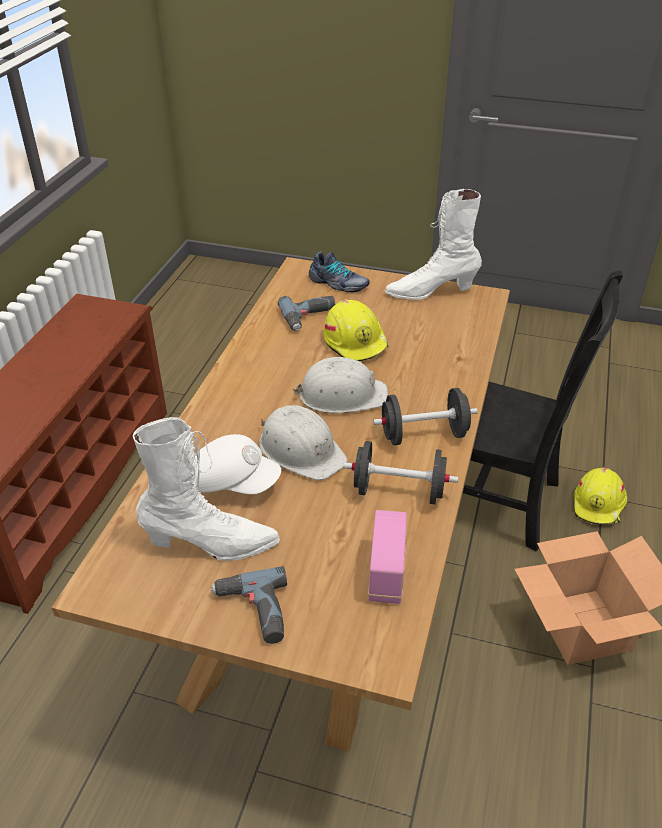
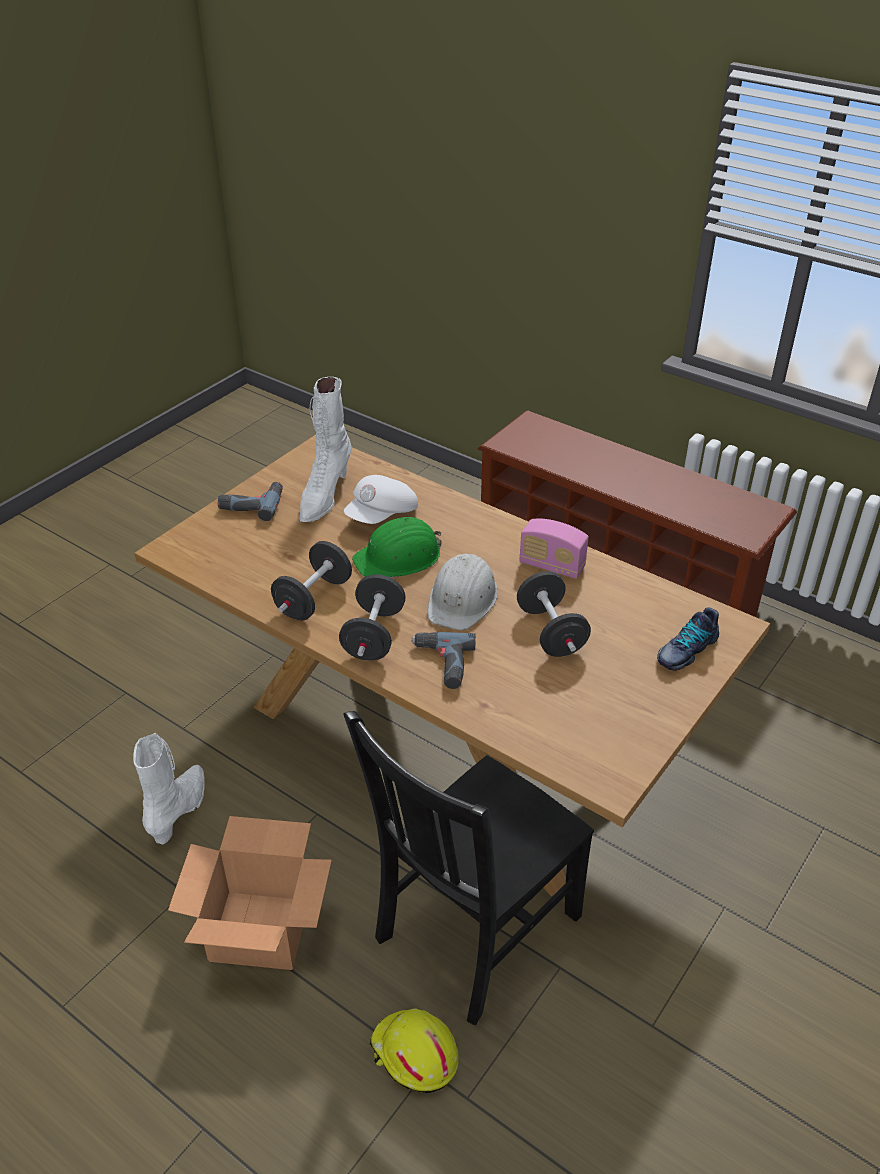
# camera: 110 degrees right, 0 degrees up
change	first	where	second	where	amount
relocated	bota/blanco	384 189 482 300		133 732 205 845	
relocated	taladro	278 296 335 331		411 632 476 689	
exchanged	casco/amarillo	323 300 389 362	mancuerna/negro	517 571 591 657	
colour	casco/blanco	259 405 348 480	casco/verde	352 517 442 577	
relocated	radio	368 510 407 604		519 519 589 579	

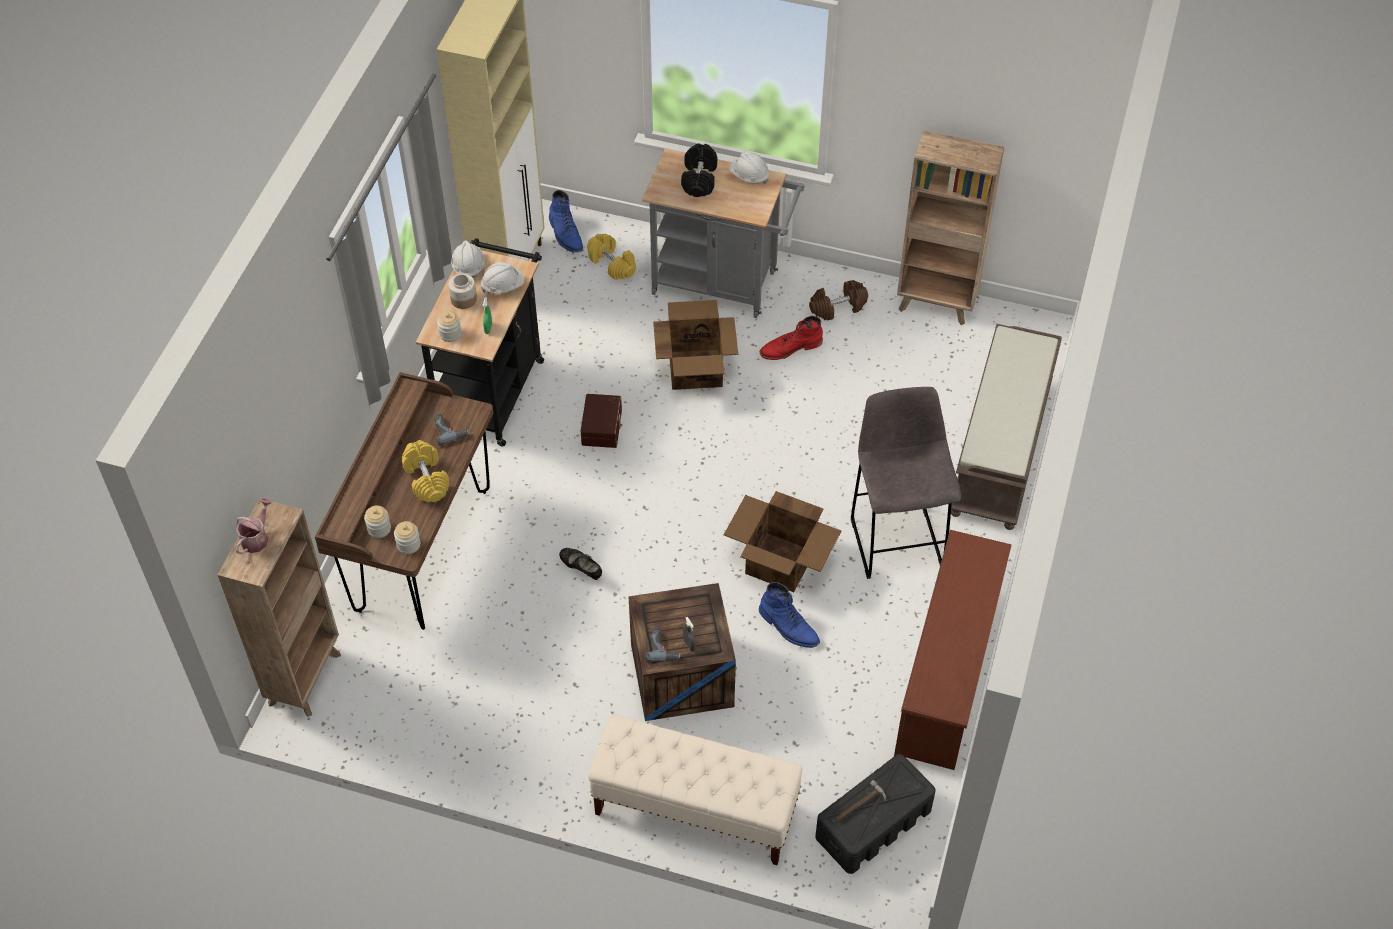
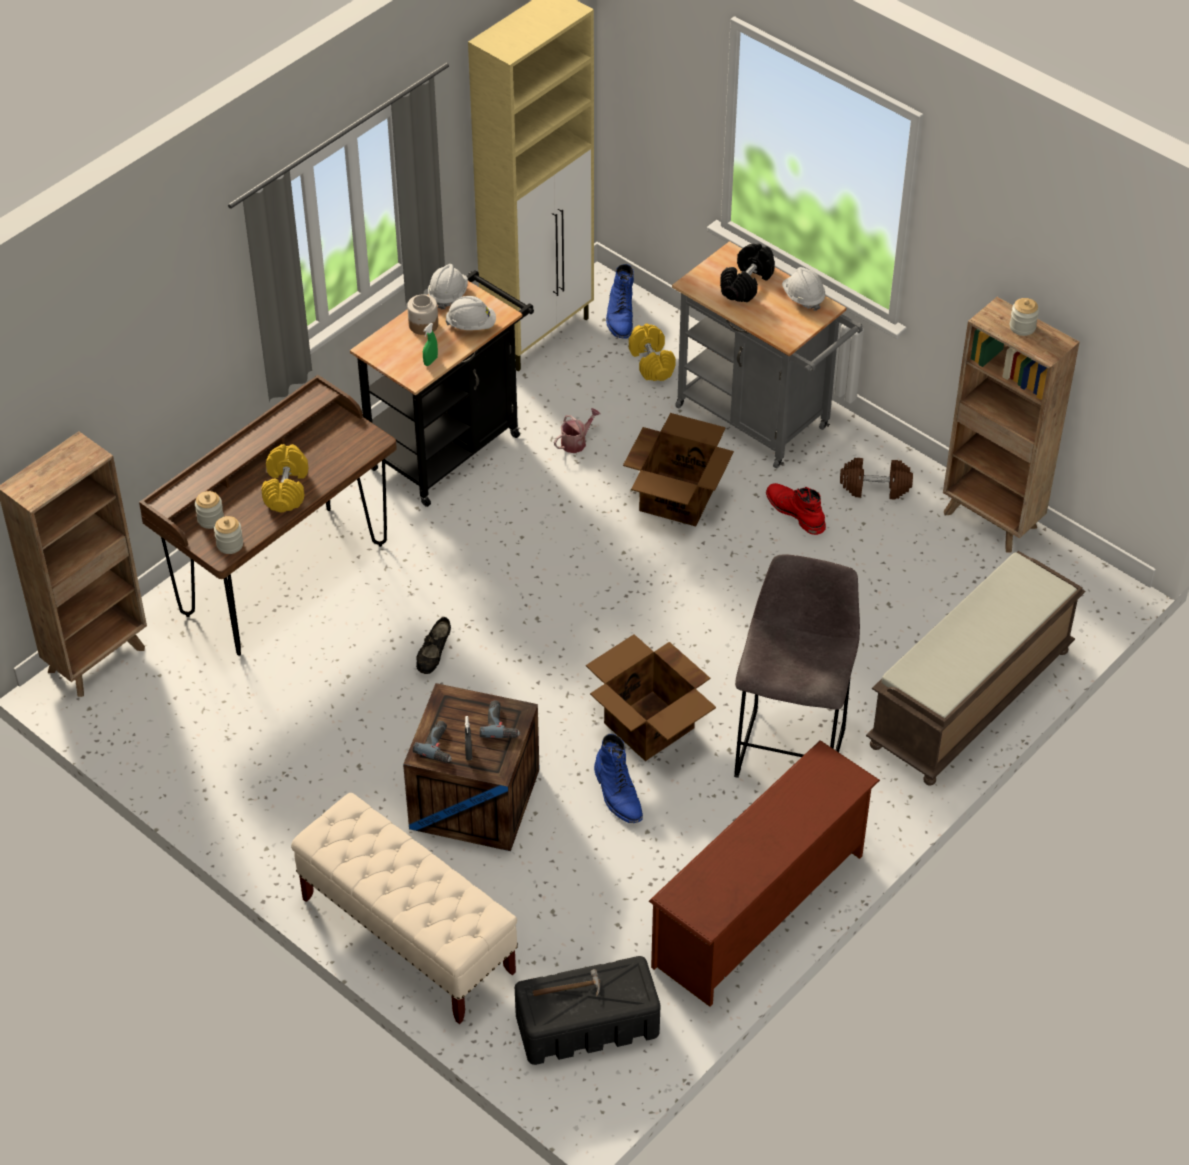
# camera: 25 degrees right, 5 degrees down
change	first	where	second	where	amount
relocated	tarro	437 311 461 342		1010 298 1039 336	
spun	bota/rojo	760 316 823 360		766 483 826 535	45 degrees clockwise
missing	caja de almacenaje/marrón	581 394 622 448			
relocated	taladro	434 414 469 446		480 701 520 738	
relocated	regadera	236 499 272 554		554 408 601 453	
spun	zapato/negro	559 548 602 580		416 617 451 674	135 degrees counterclockwise

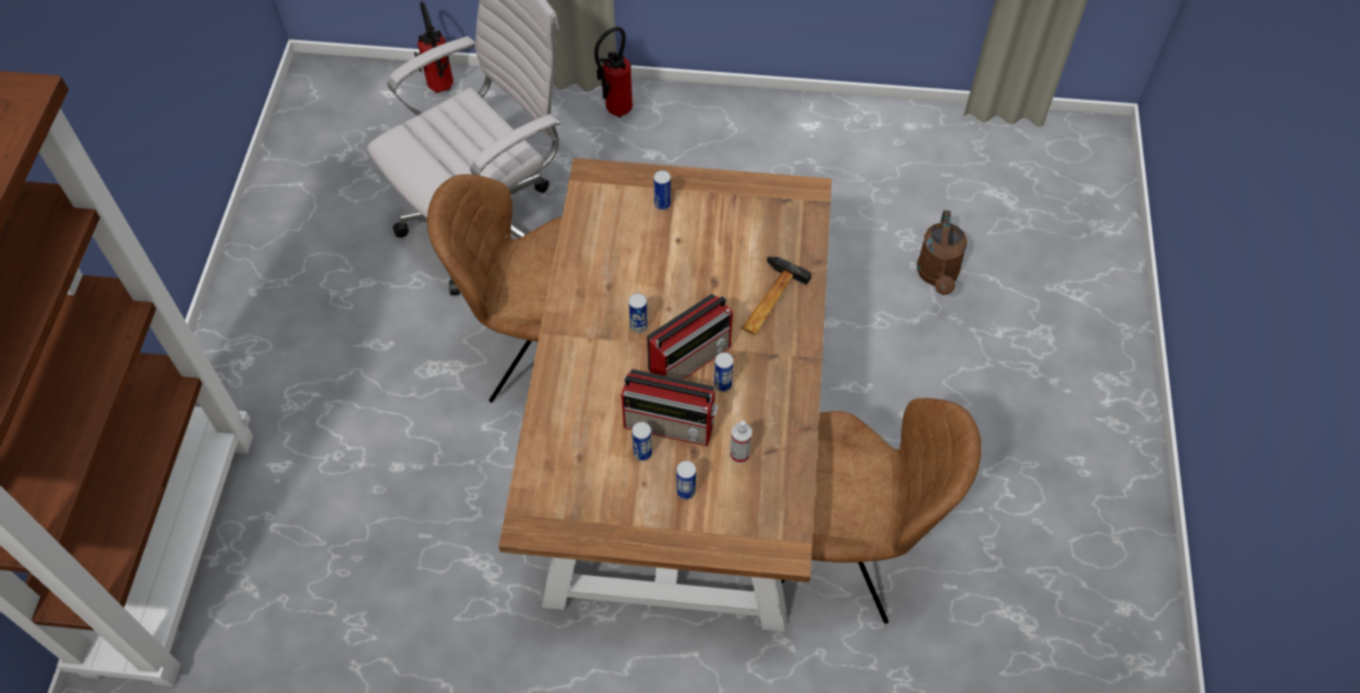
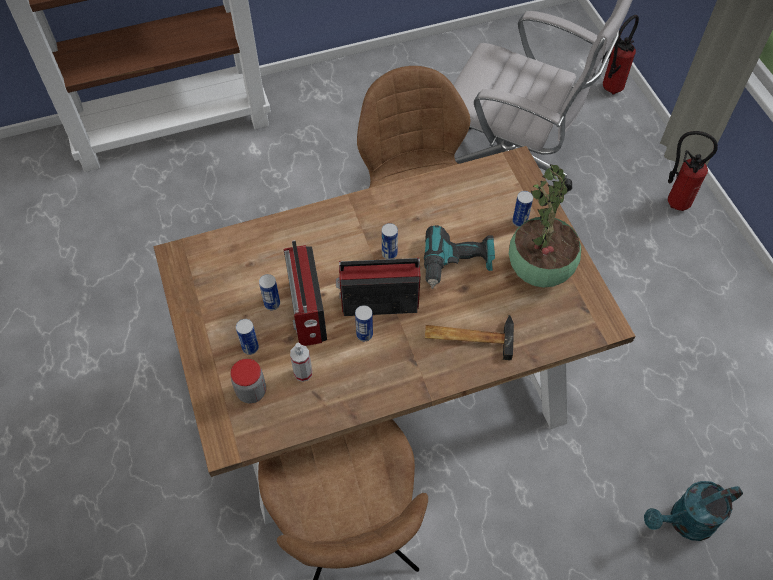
# camera: 65 degrees right, 0 degrees up
change	first	where	second	where	amount
colour	regadera/marrón	917 210 967 295	regadera/turquesa	644 481 743 541	
spun	radio	647 294 733 380		336 258 421 316	150 degrees clockwise
appeared			planta en maceta	509 164 581 288	
appeared			taladro	424 225 495 289	
appeared			tarro	230 359 266 404	

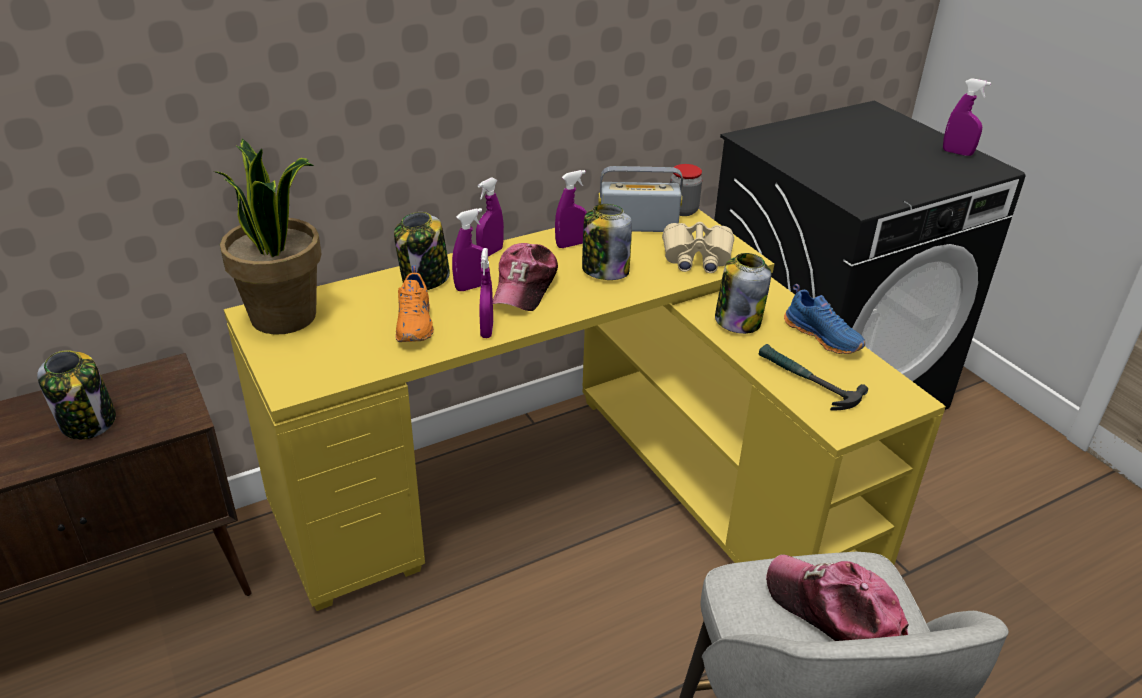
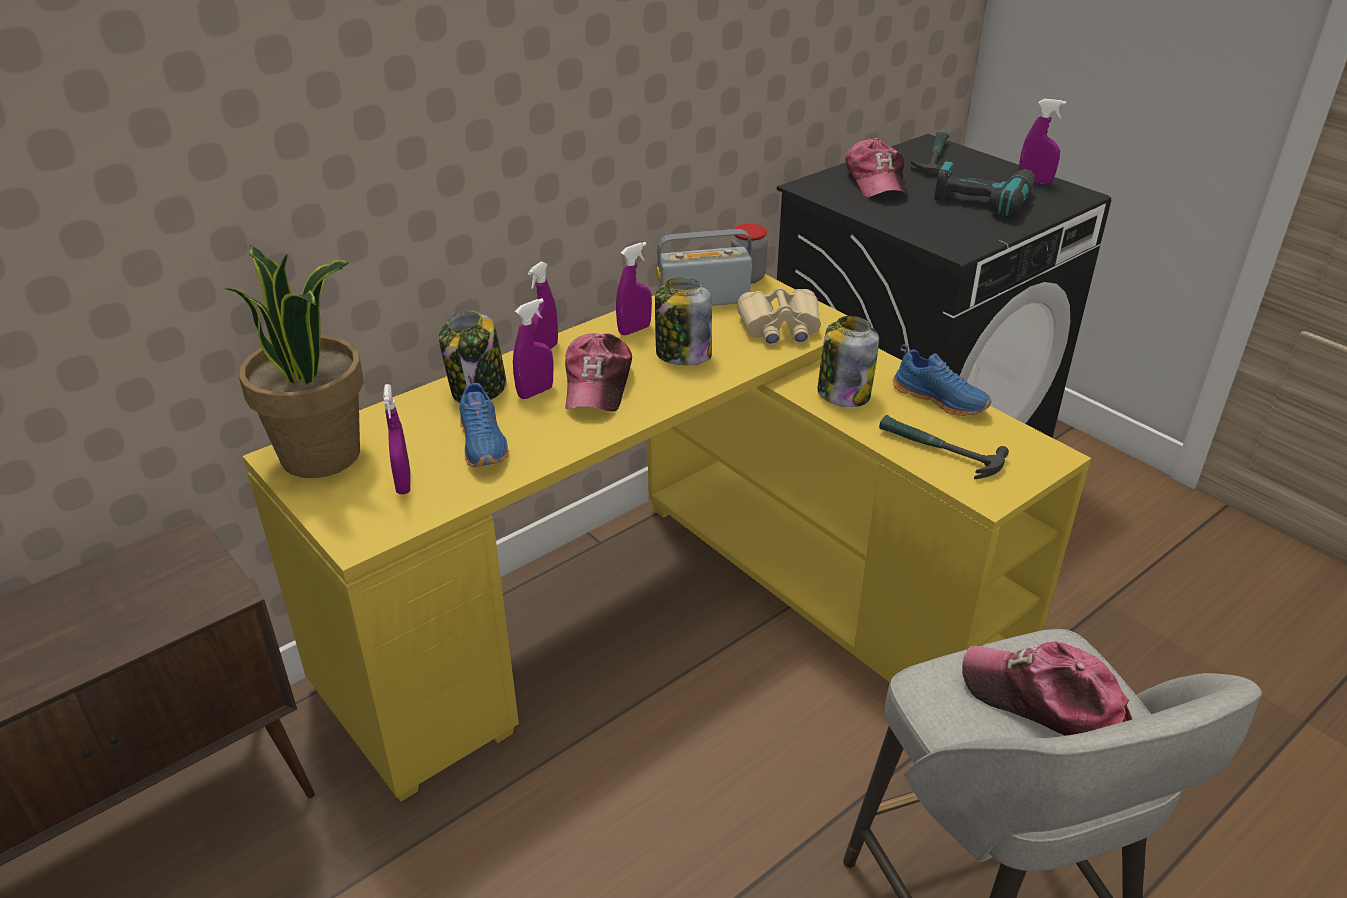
# camera: 10 degrees left, 0 degrees up
change	first	where	second	where	amount
relocated	pulverizador/morado	479 248 493 338		383 384 411 494	
colour	zapato/naranja	395 266 434 342	zapato/azul	459 375 509 467	
missing	tarro	37 350 116 439			
appeared			martillo	910 132 949 175	
appeared			gorra	845 138 908 197	
appeared			taladro	935 161 1035 216	

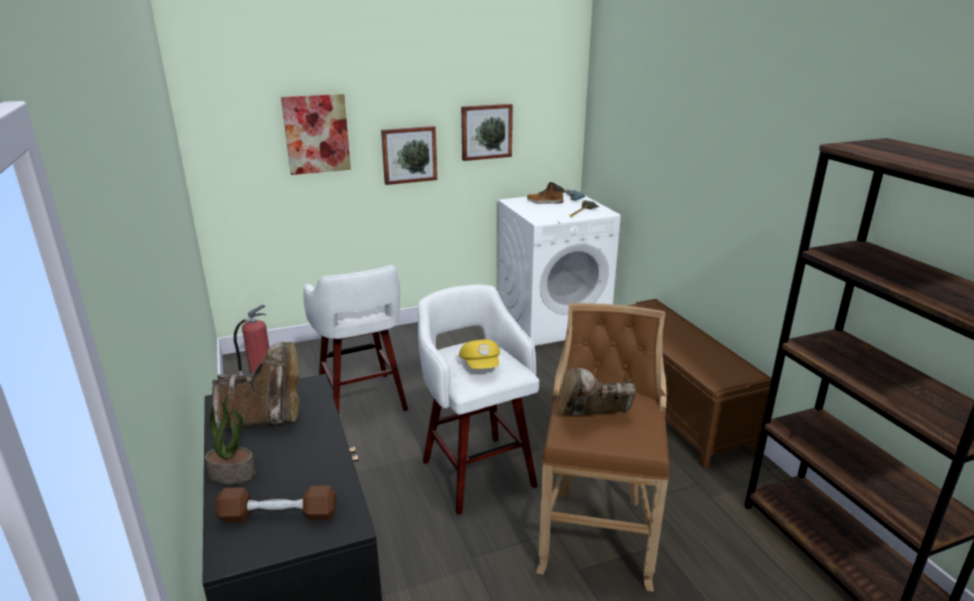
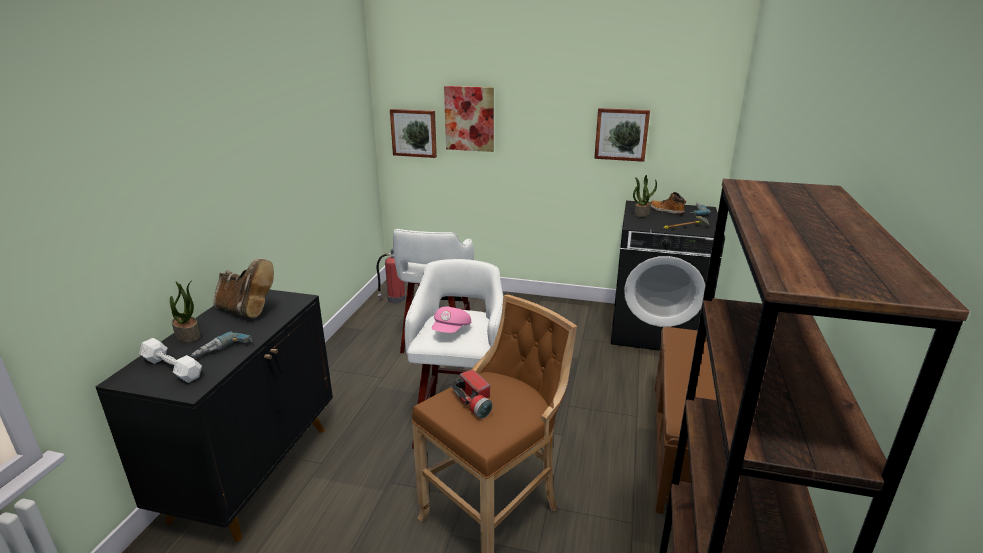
# camera: 35 degrees right, 0 degrees up
change	first	where	second	where	amount
relocated	cuadro	381 126 437 185		390 109 437 158	
colour	lavadora/blanco	498 192 621 346	lavadora/negro	611 201 725 351	
colour	gorra/amarillo	459 339 500 369	gorra/rosa	432 306 471 333	
exchanged	bota/marrón	560 368 636 415	linterna	449 370 493 418	
colour	mancuerna/marrón	215 485 336 522	mancuerna/blanco	139 338 202 383	
appeared			planta en maceta	633 175 657 217	
appeared			taladro	191 331 253 357	

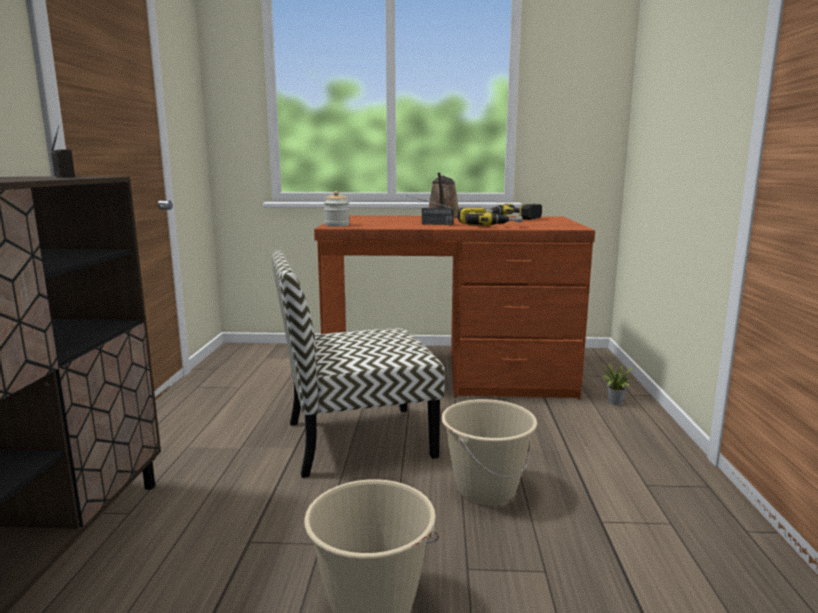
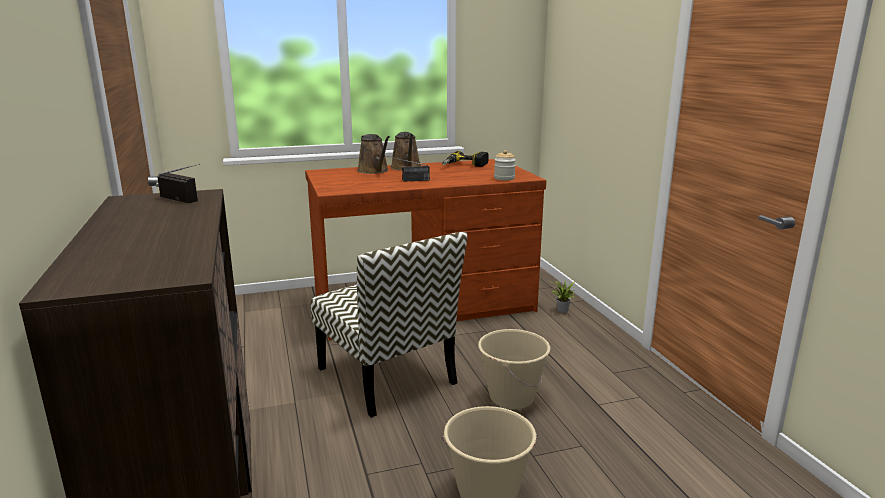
# camera: 20 degrees left, 5 degrees up
change	first	where	second	where	amount
relocated	tarro	324 191 350 227		494 150 516 181	
missing	taladro	458 208 523 225			
spun	silla	272 250 445 478		311 232 468 418	90 degrees counterclockwise
appeared			regadera/marrón	357 134 390 174	

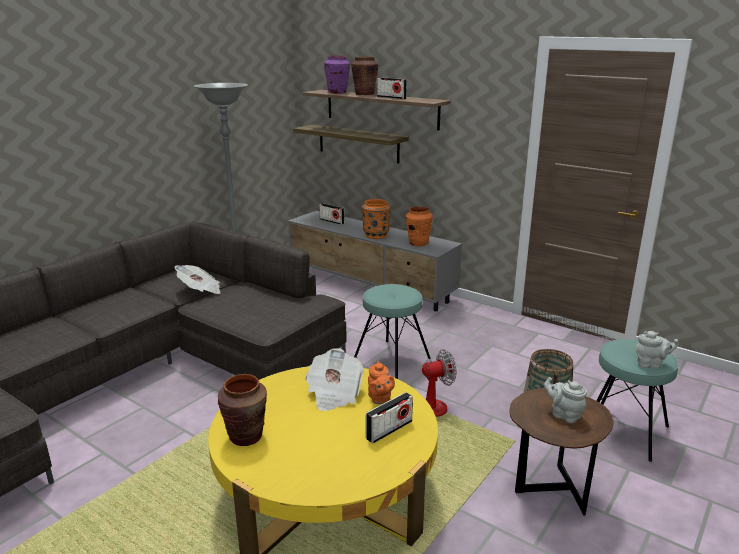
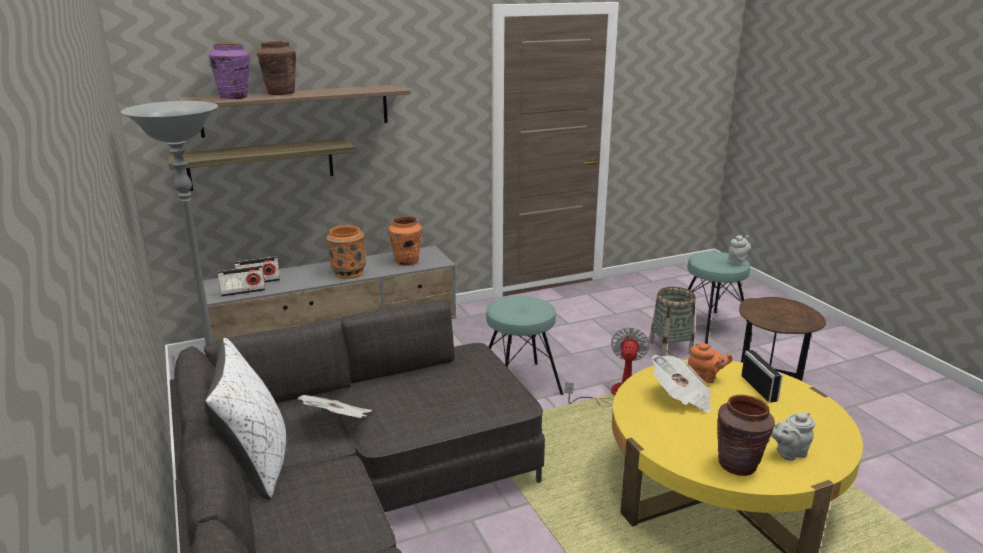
# camera: 60 degrees left, 0 degrees up
change	first	where	second	where	amount
relocated	radio	377 77 407 99		217 266 265 297	
relocated	tetera/gris	544 377 587 423		771 412 815 461	
appeared			cojín/blanco	205 338 286 500	

